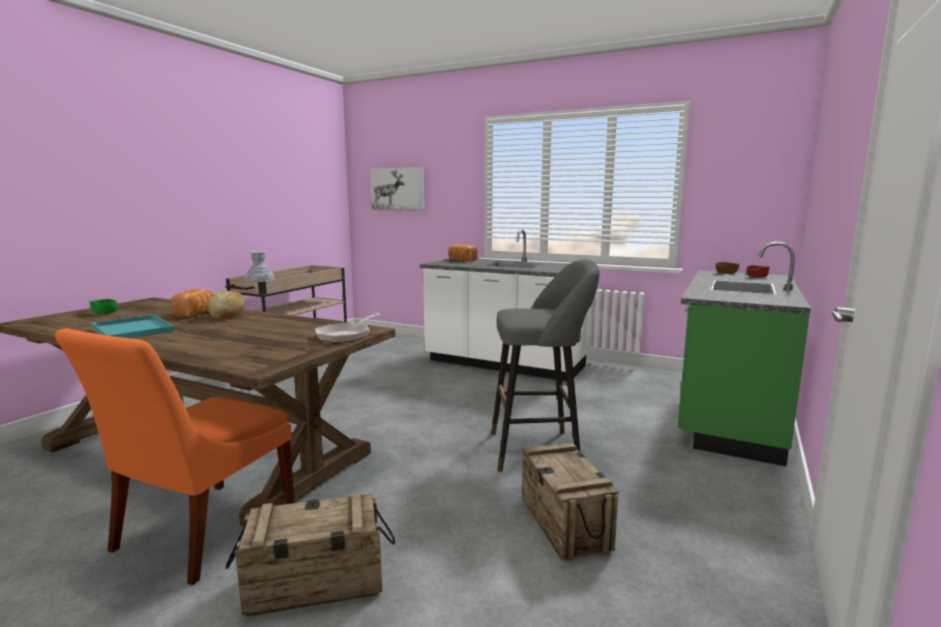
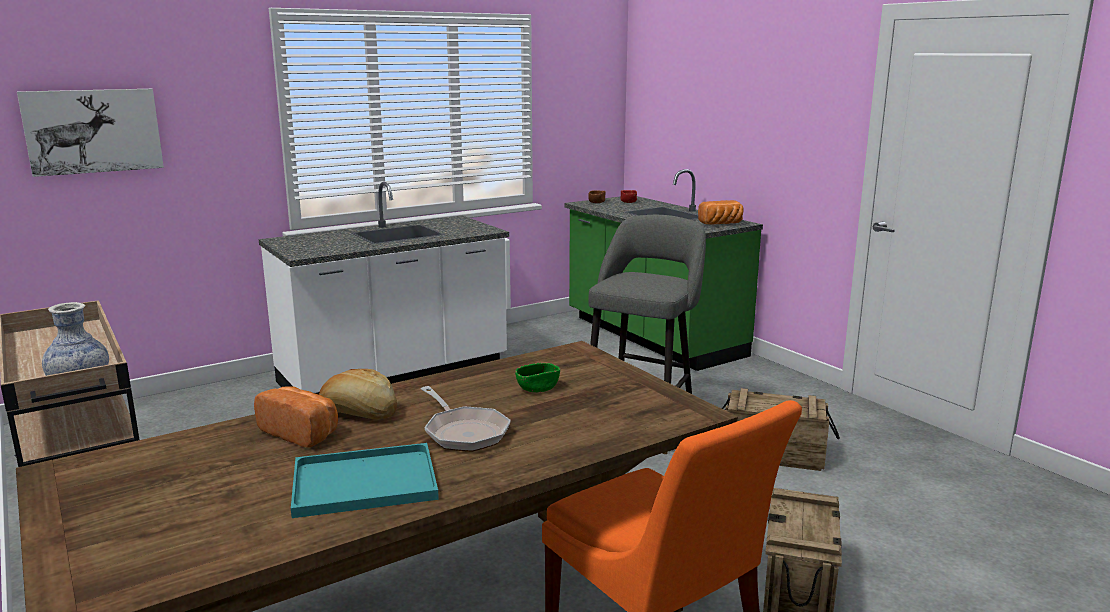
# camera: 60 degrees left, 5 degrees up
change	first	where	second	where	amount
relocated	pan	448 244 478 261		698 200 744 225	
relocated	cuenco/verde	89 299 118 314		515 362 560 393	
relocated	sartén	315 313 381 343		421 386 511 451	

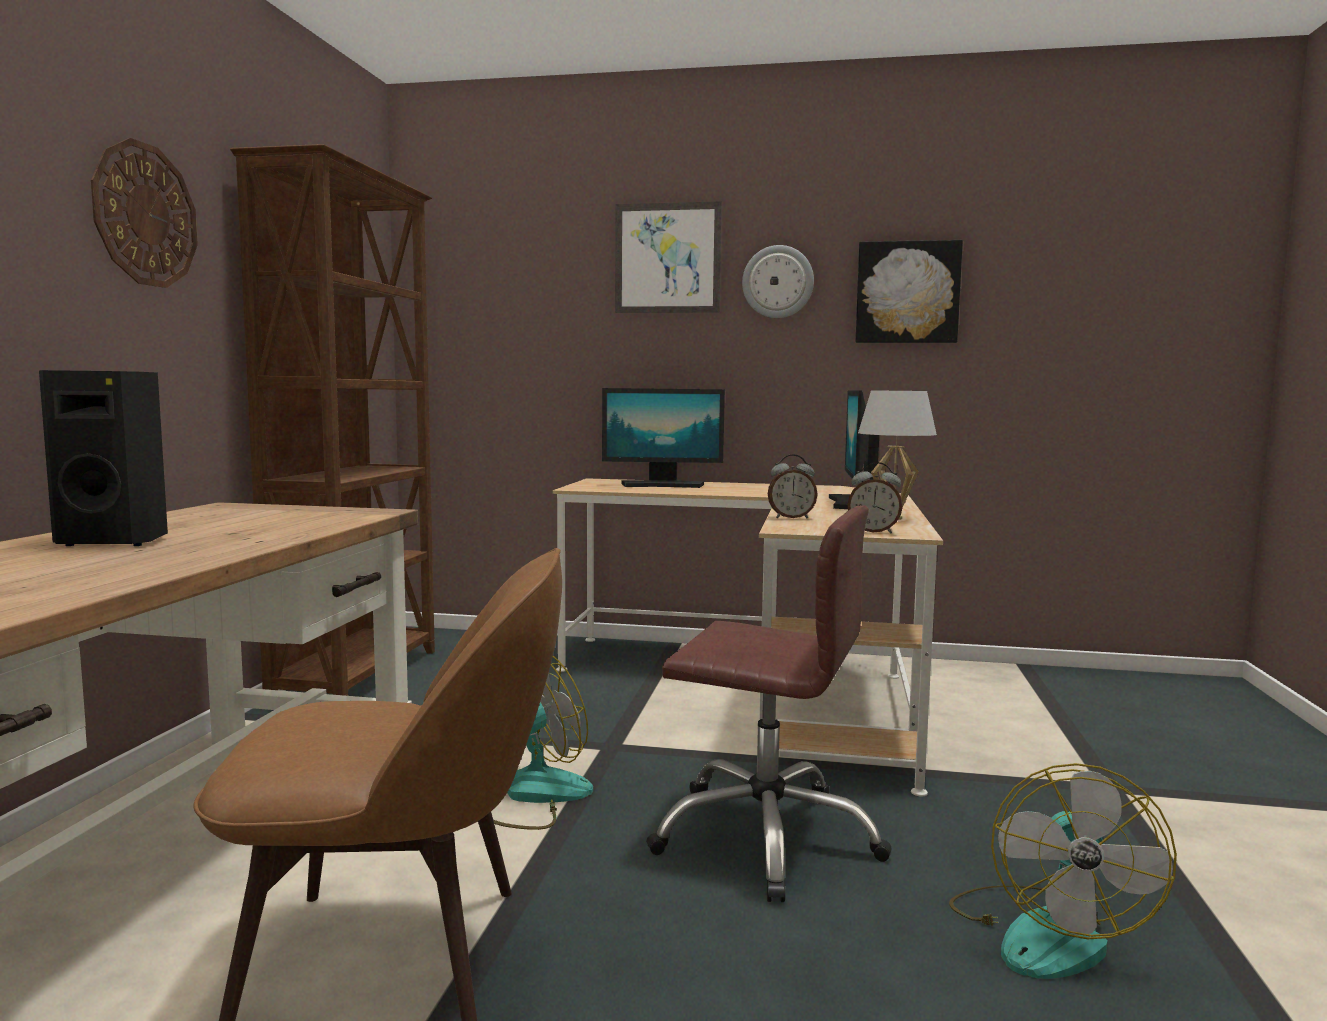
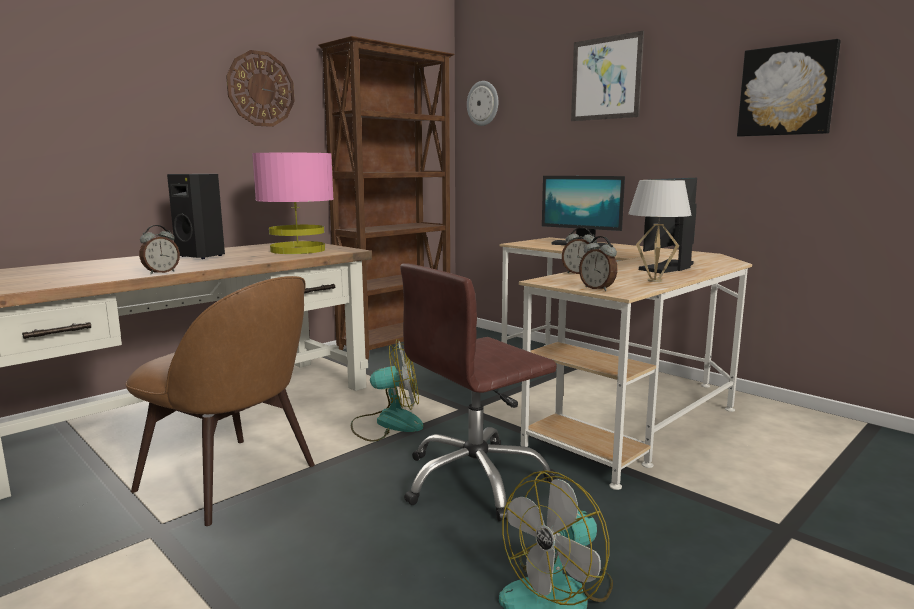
# camera: 35 degrees right, 5 degrees up
change	first	where	second	where	amount
relocated	reloj de pared	742 245 814 318		467 81 498 126	
spun	silla de oficina/marrón	646 505 892 902		400 263 557 522	90 degrees clockwise
appeared			lámpara de mesa/rosa	252 153 334 254	
appeared			despertador	139 225 180 275	

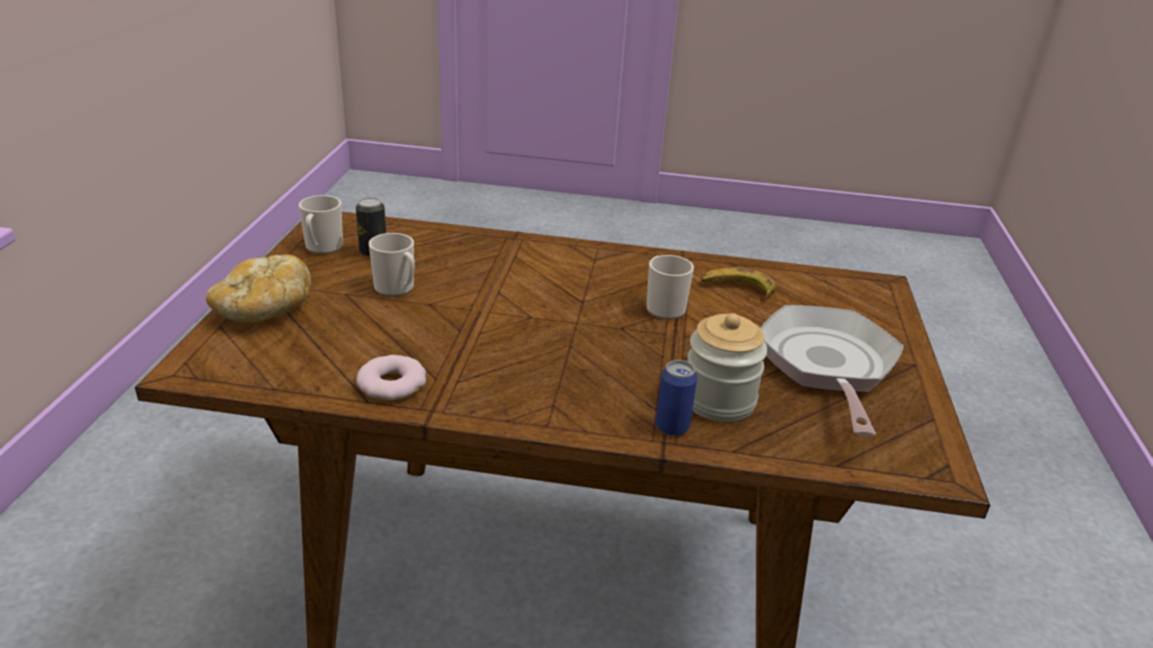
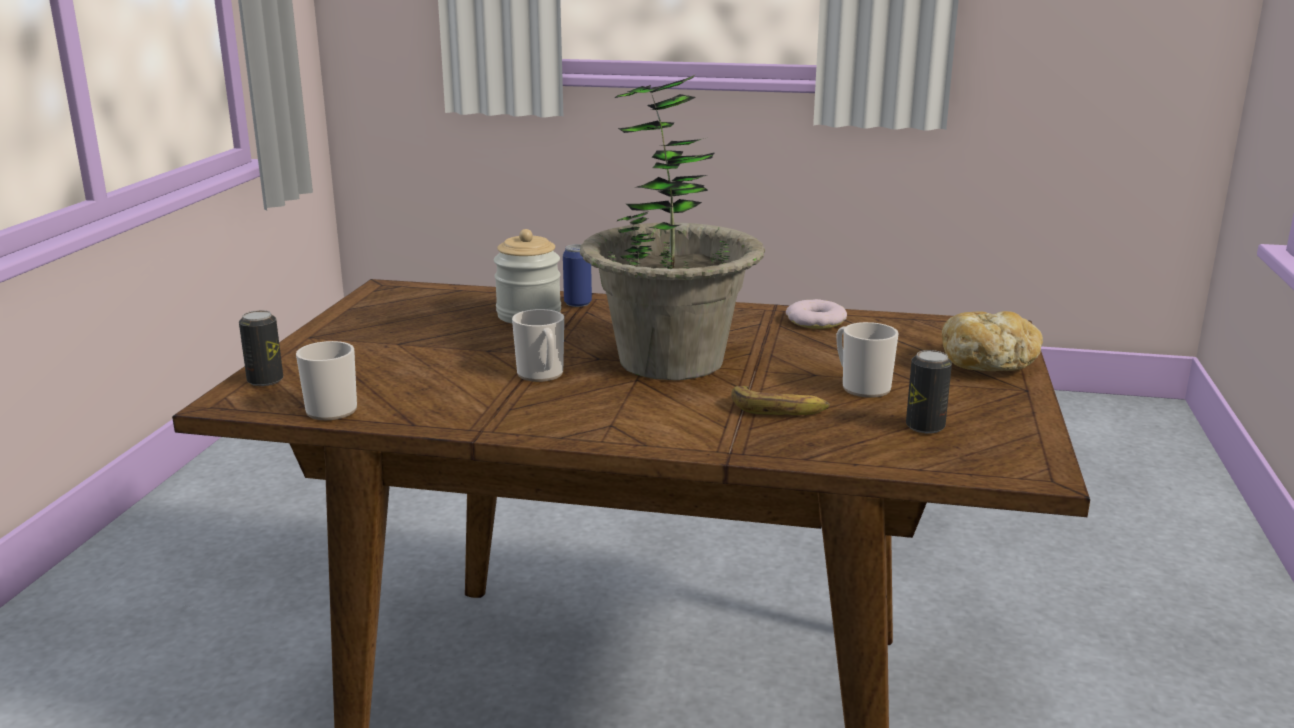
# camera: 175 degrees left, 10 degrees down
change	first	where	second	where	amount
relocated	taza grande	299 195 343 254		296 341 357 420	
relocated	plátano	701 267 776 298		731 386 830 415	
missing	sartén	761 305 904 436			
appeared			planta en maceta	580 74 765 380	
appeared			lata	239 310 283 386	

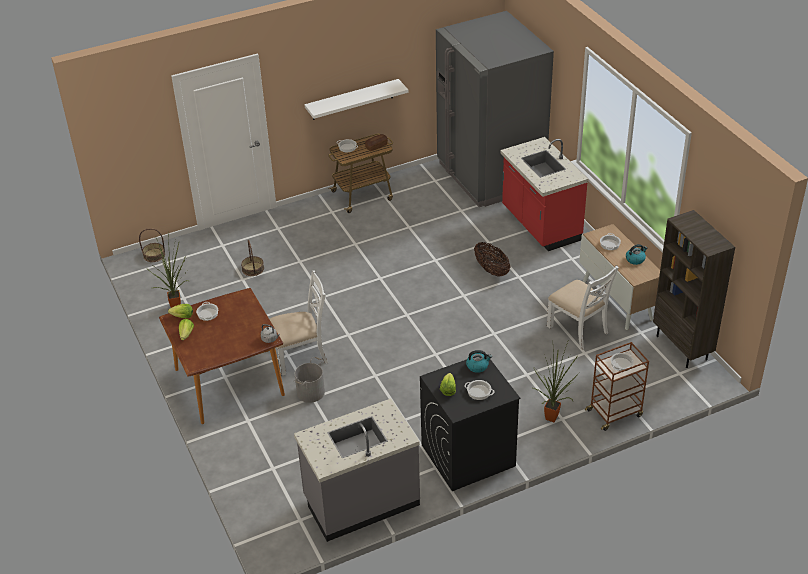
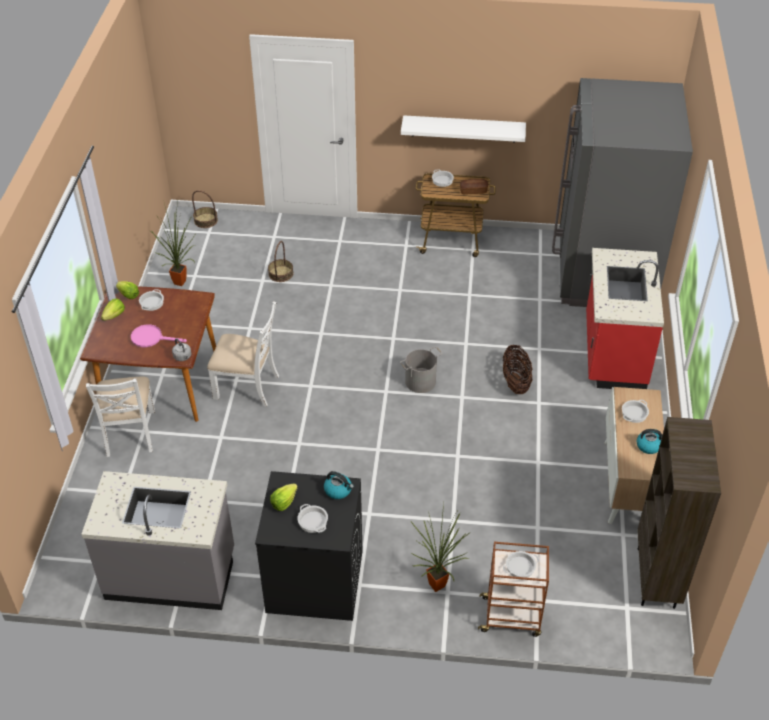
# camera: 30 degrees right, 5 degrees up
change	first	where	second	where	amount
relocated	silla/blanco	547 265 619 350		86 376 155 457	
relocated	cubo/gris	294 357 325 403		400 346 442 393	
appeared			sartén/rosa	131 324 187 347	

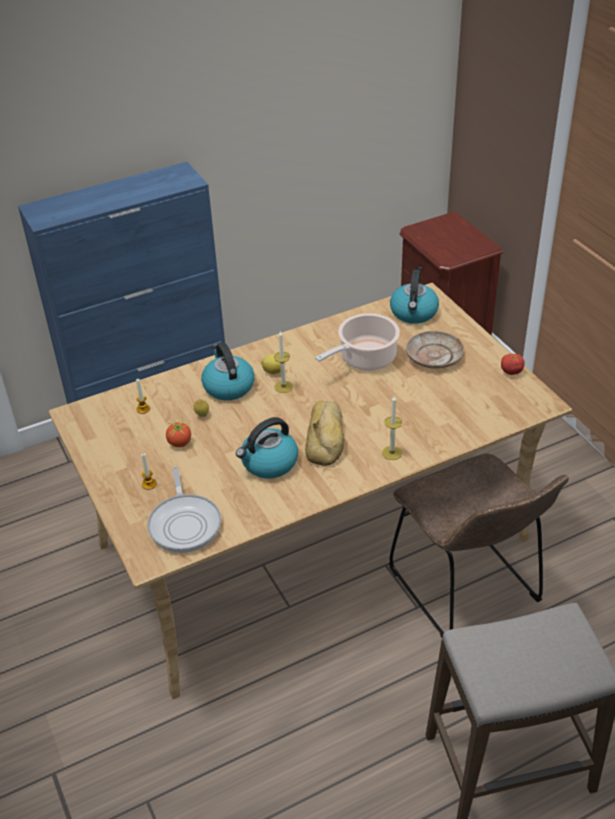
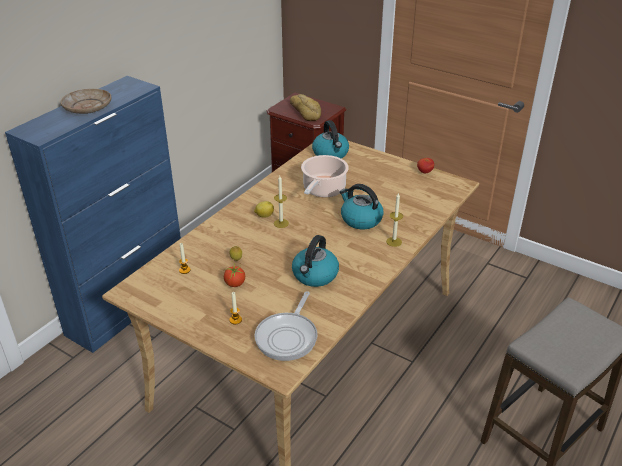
# camera: 30 degrees left, 5 degrees down
change	first	where	second	where	amount
relocated	plato/beis	406 331 464 369		61 89 111 114	
relocated	hervidor	201 342 255 400		340 184 384 229	
relocated	pan	305 401 344 466		290 94 321 121	
missing	silla/marrón	389 453 569 638			
spun	sartén	147 467 221 553		255 291 318 361	60 degrees clockwise

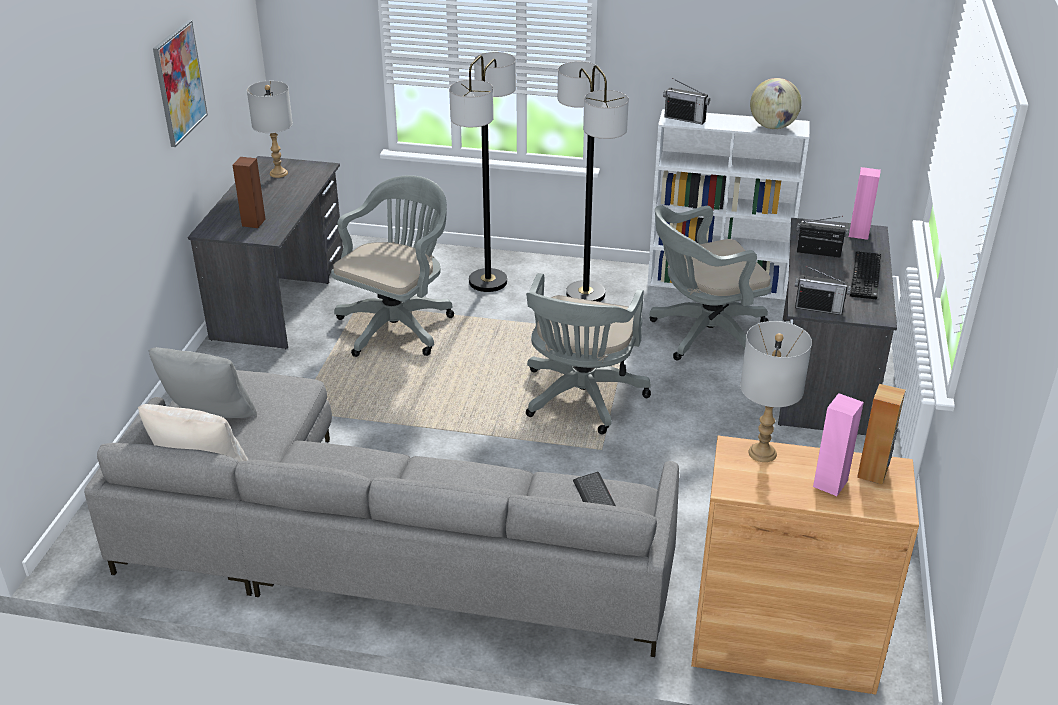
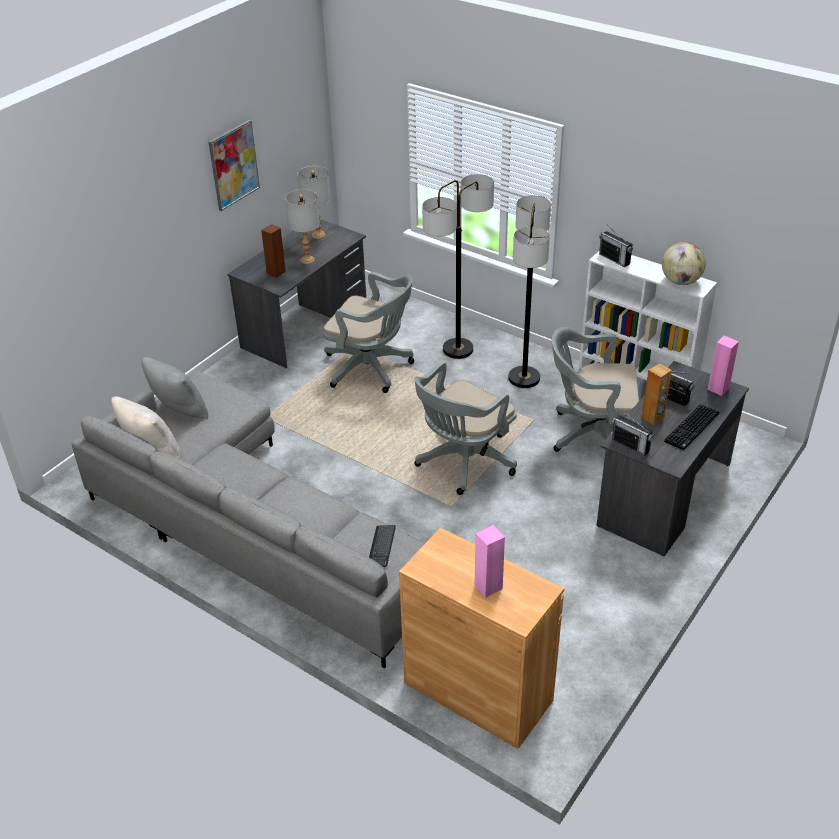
# camera: 25 degrees right, 5 degrees up
change	first	where	second	where	amount
spun	silla de oficina/gris	331 175 454 357		323 272 414 393	60 degrees clockwise
relocated	lámpara de mesa/gris	740 321 812 462		285 189 320 264	
relocated	altavoz/marrón	857 384 906 485		641 363 672 425	

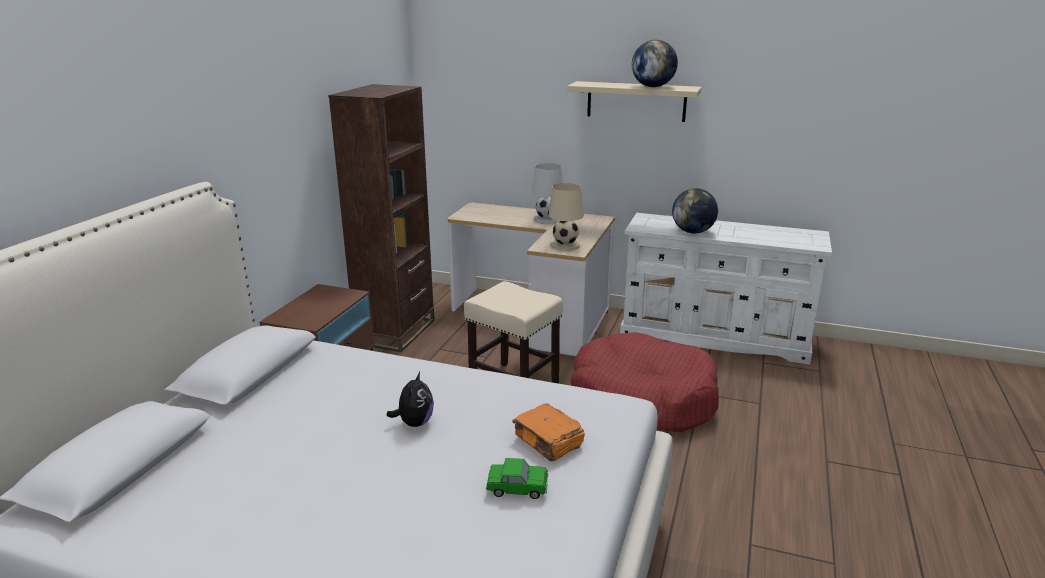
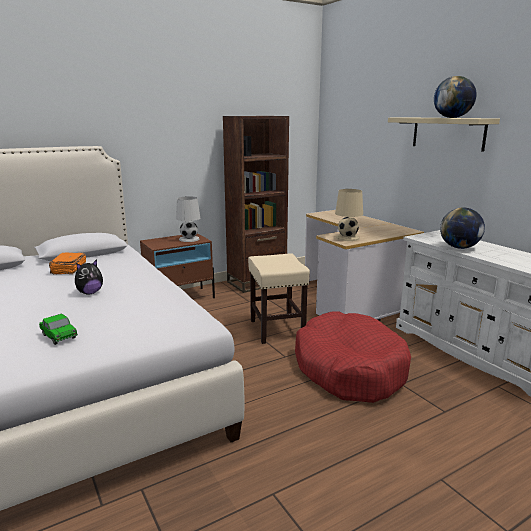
# camera: 40 degrees right, 5 degrees down
change	first	where	second	where	amount
relocated	lámpara de mesa/blanco	532 163 563 224		176 196 200 242	
relocated	libro/naranja	513 403 585 461		49 252 86 274	

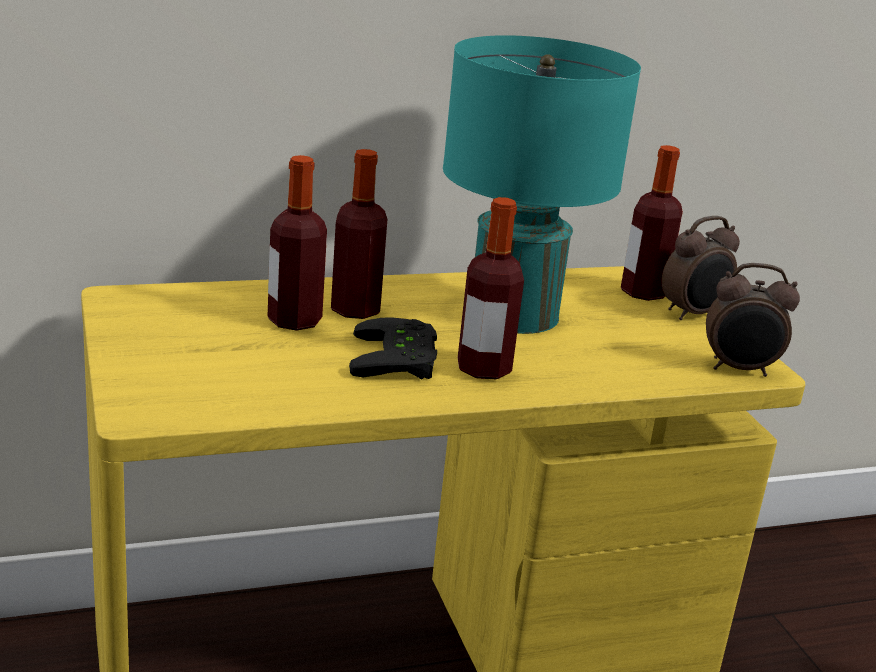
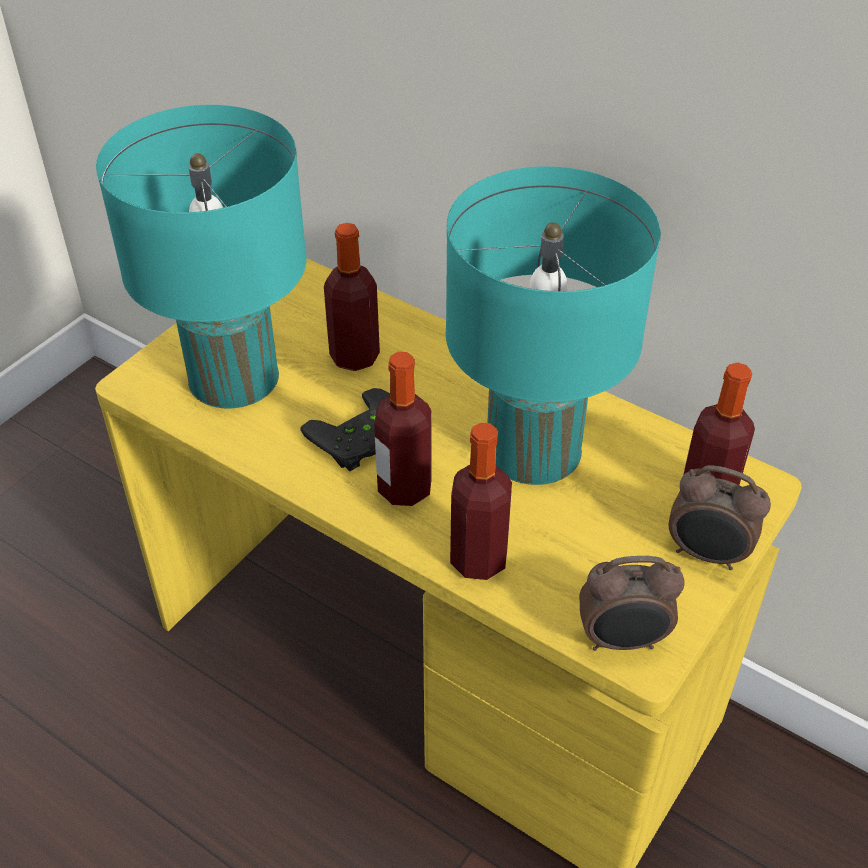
# camera: 55 degrees right, 20 degrees up
change	first	where	second	where	amount
relocated	botella	331 149 387 319		450 423 512 580	
spun	despertador	706 263 800 377		579 556 684 651	60 degrees counterclockwise
appeared			lámpara de mesa/turquesa	96 105 307 409	

